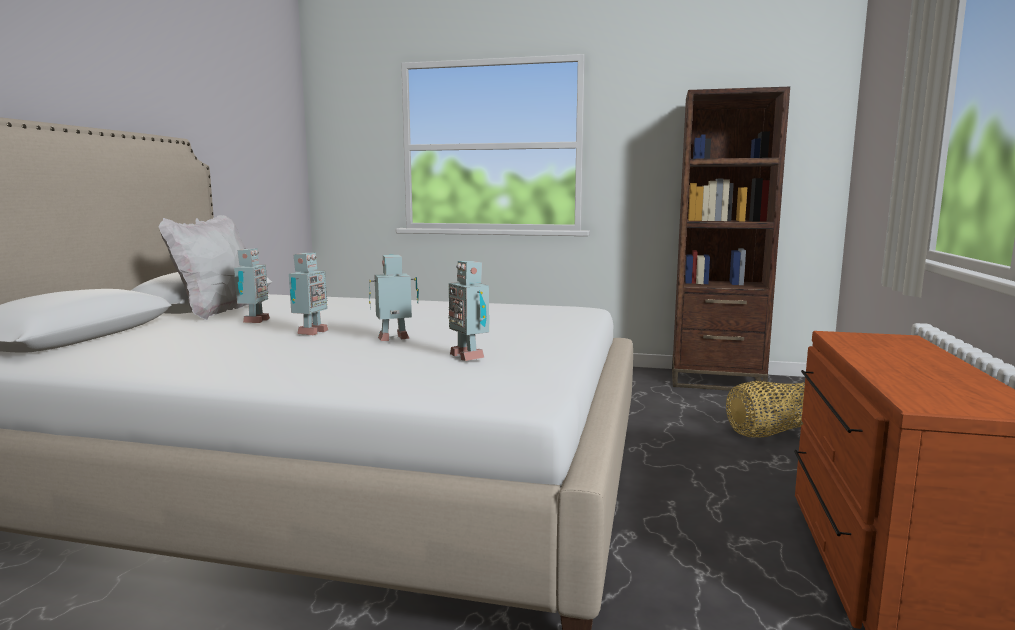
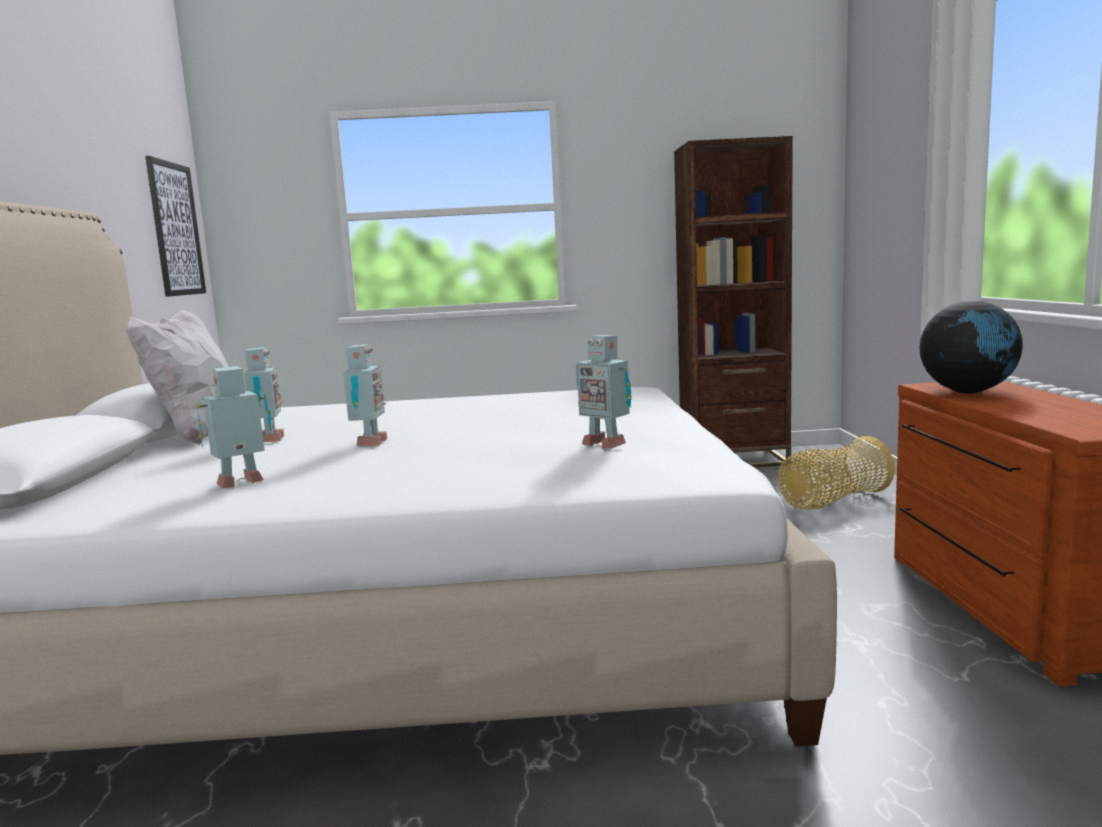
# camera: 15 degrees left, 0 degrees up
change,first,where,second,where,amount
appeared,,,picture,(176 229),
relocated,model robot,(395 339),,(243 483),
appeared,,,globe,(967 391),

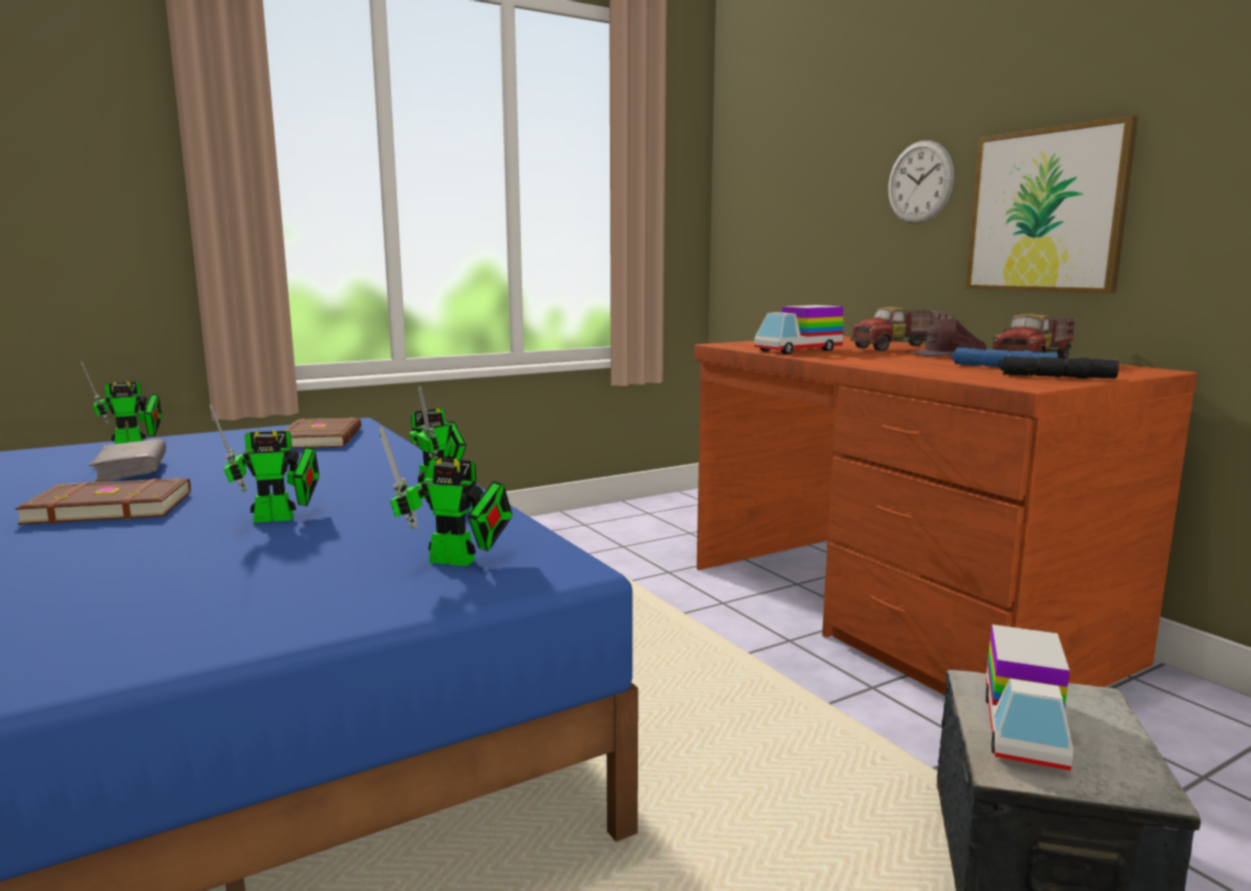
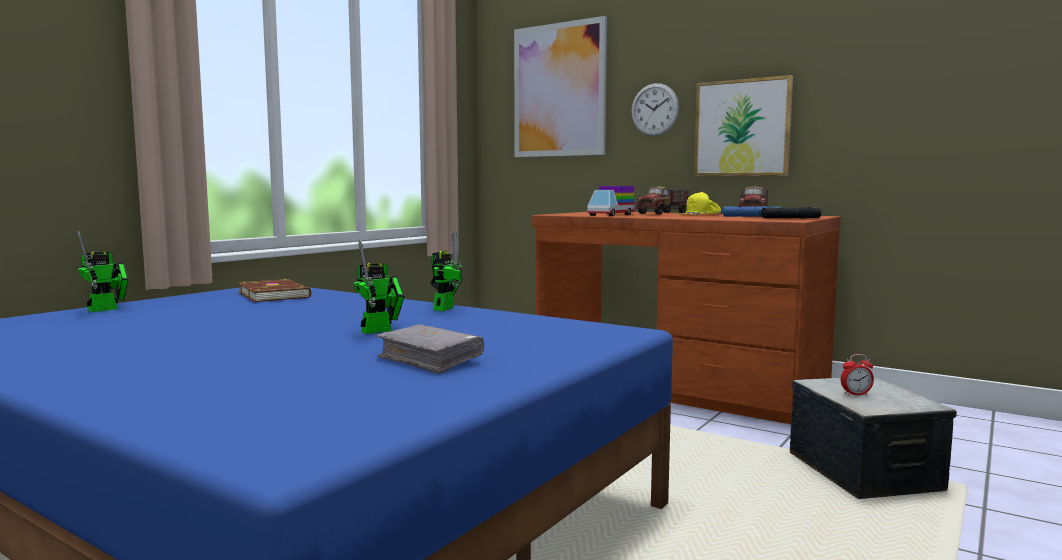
# camera: 25 degrees left, 5 degrees down
change,first,where,second,where,amount
relocated,greyish book,(131 472),,(430 360),
appeared,,,picture,(559 90),
colour,brown-coloured cap,(946 354),yellowish cap,(700 214),
exchanged,toy truck,(1023 728),table clock,(856 394),
missing,brown-coloured book,(110 507),,,
missing,model robot,(459 561),,,

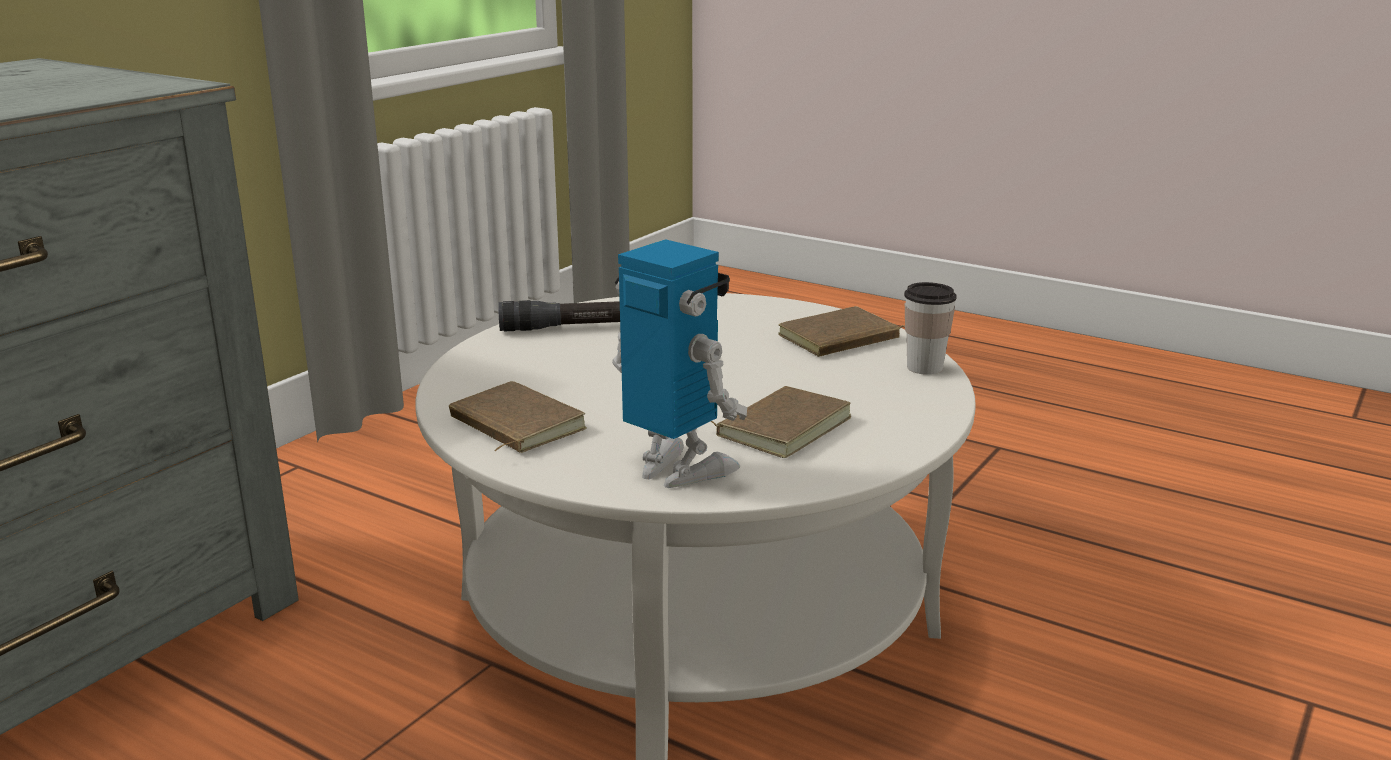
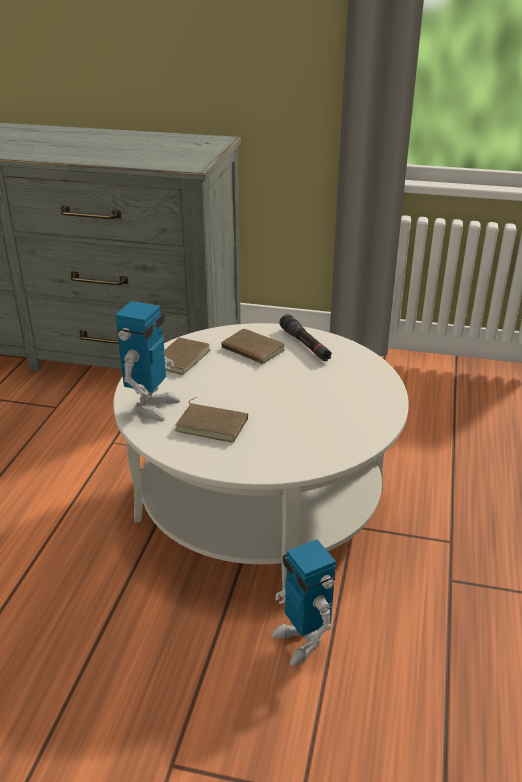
# camera: 70 degrees right, 10 degrees up
change,first,where,second,where,amount
relocated,brown-coloured book,(840 339),,(251 350),
appeared,,,model robot,(301 640),
missing,cup,(924 367),,,

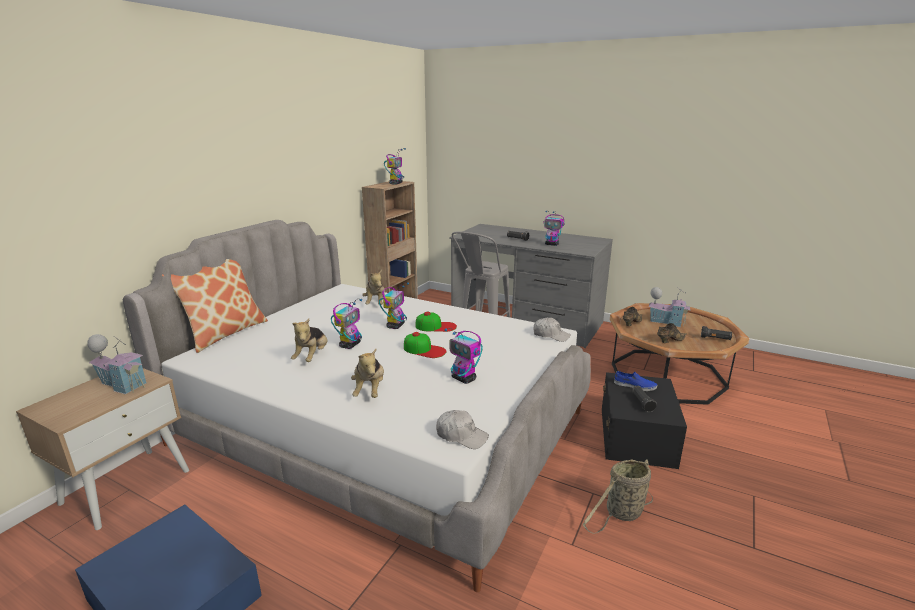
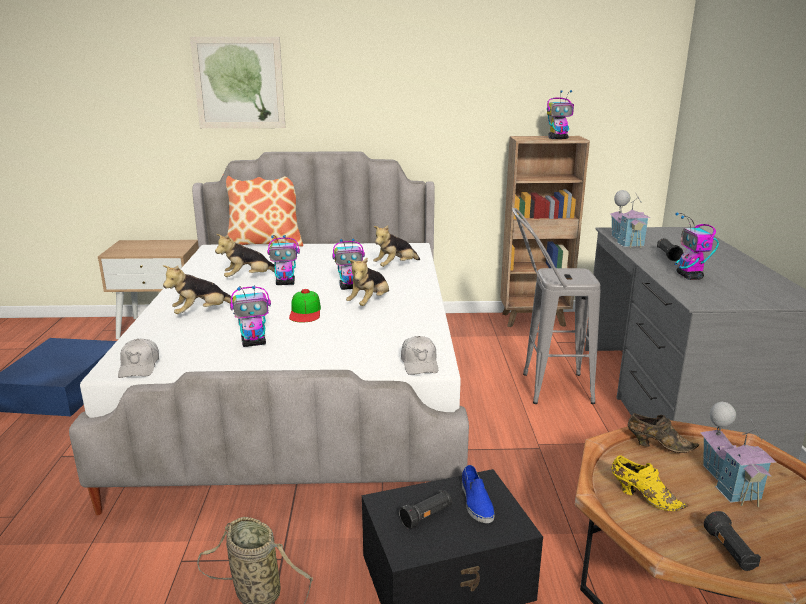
# camera: 60 degrees right, 0 degrees up
change,first,where,second,where,amount
appeared,,,picture,(239 83),
spun,model robot,(464 379),,(254 343),120 degrees counterclockwise
exchanged,cap,(436 326),cuddly toy,(369 303),
relocated,model house,(123 384),,(626 241),
colour,brown-coloured low shoe,(669 340),yellowish low shoe,(643 496),

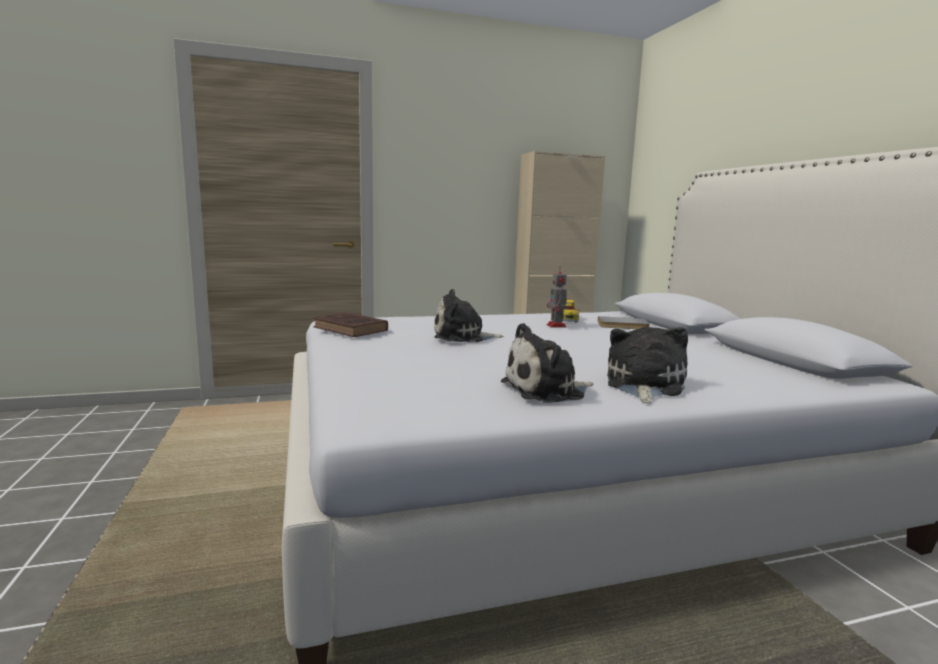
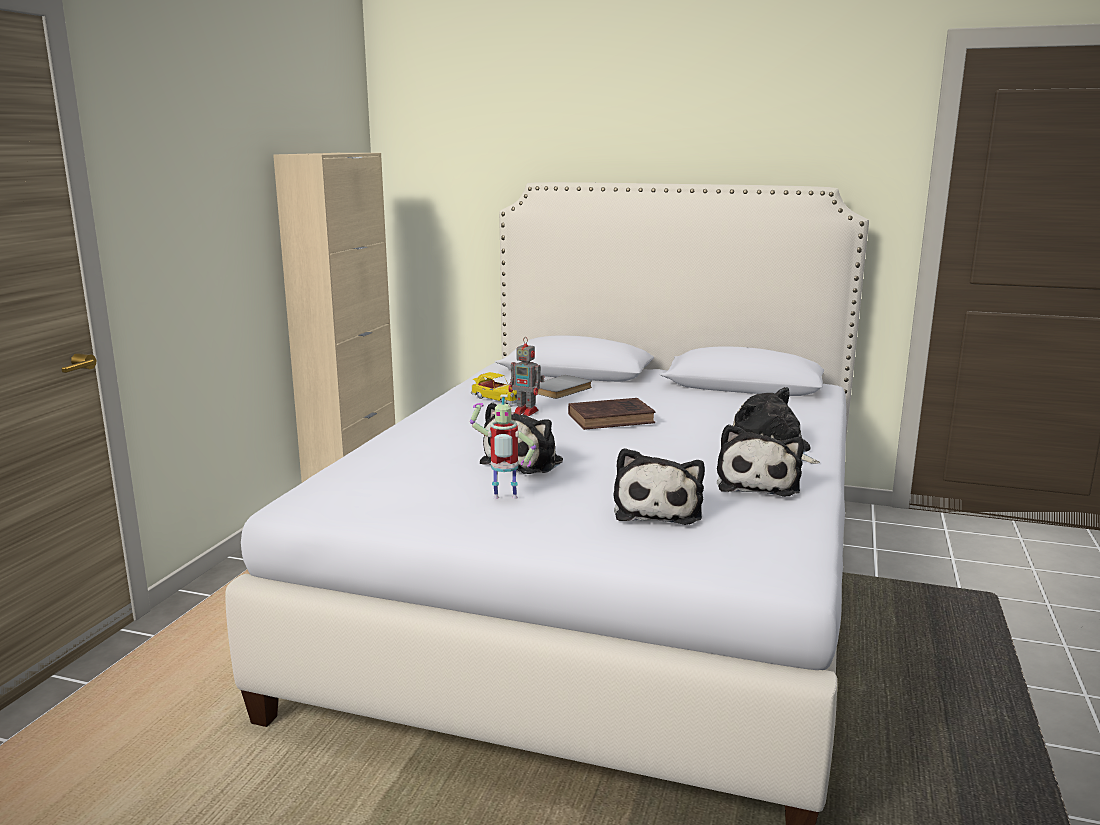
# camera: 55 degrees left, 5 degrees up
change,first,where,second,where,amount
appeared,,,model robot,(504 499),
relocated,brown-coloured book,(352 329),,(613 419),
appeared,,,cuddly toy,(658 510),

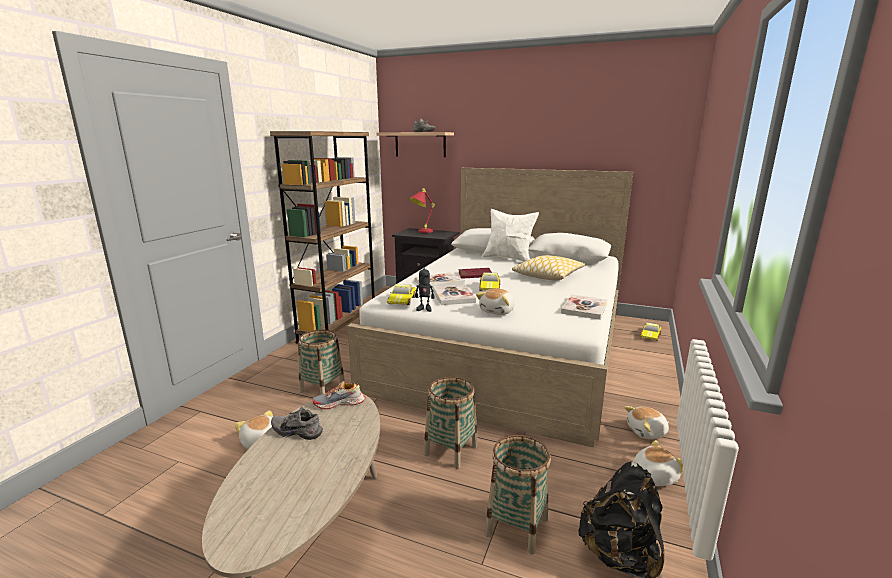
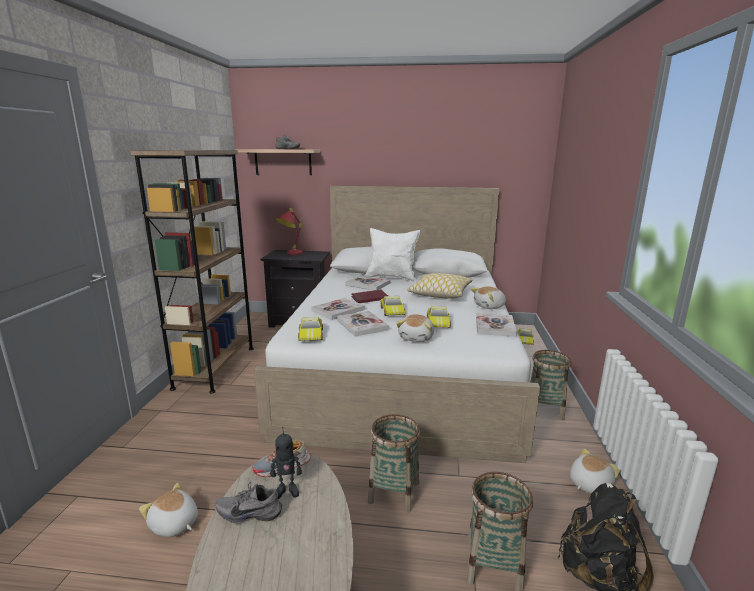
# camera: 15 degrees left, 0 degrees up
change,first,where,second,where,amount
relocated,model robot,(424 309),,(287 490),
appeared,,,book,(367 284),
appeared,,,toy car,(439 322),
relocated,cuddly toy,(647 432),,(490 306),
relocated,basket,(322 389),,(545 409),

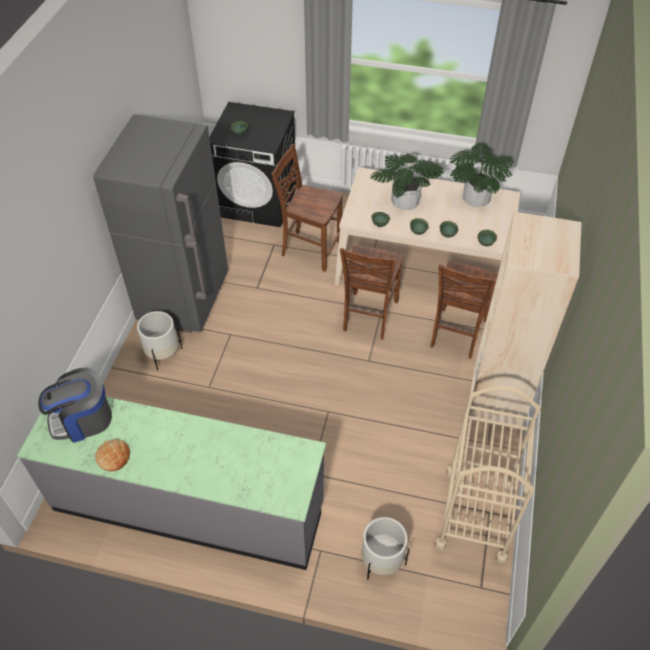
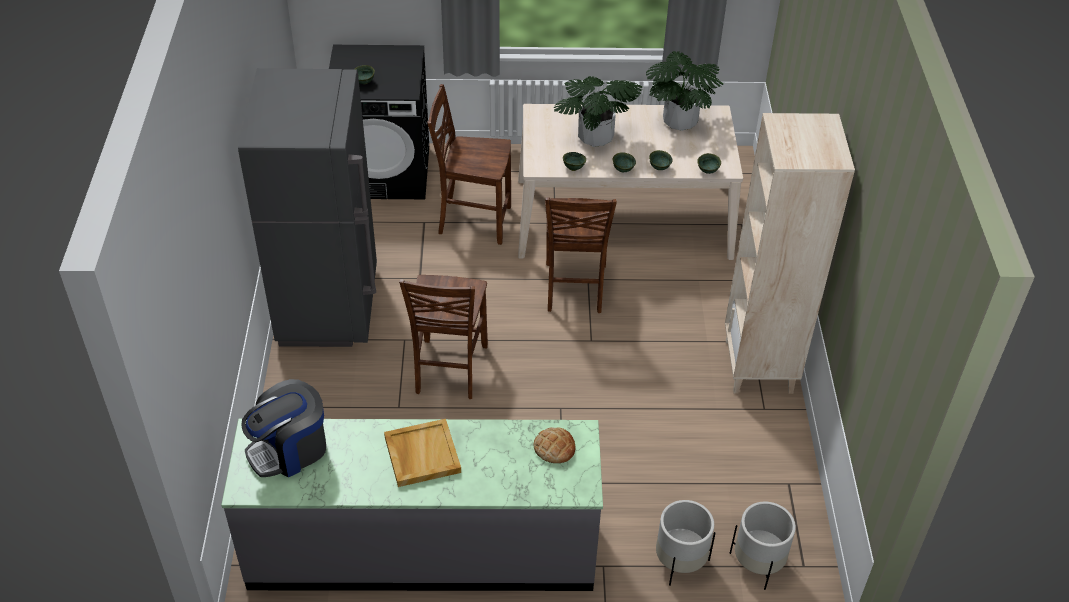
# camera: 15 degrees left, 5 degrees down
change,first,where,second,where,amount
appeared,,,sand-coloured carrying tray,(421 454),
relocated,brown-coloured plain chair,(456 334),,(449 370),
relocated,bread,(113 457),,(554 448),
relocated,whitish planter,(163 354),,(758 563),
missing,sand-coloured trolley,(475 514),,,

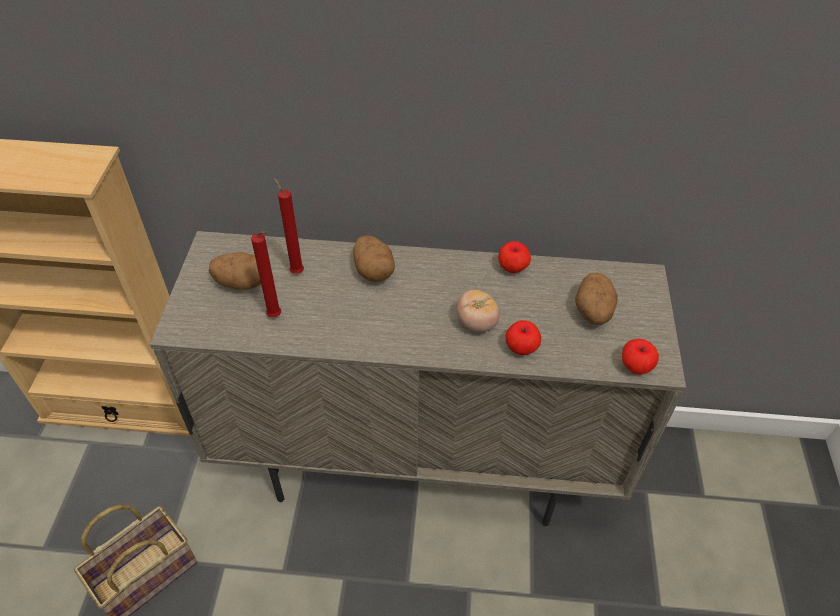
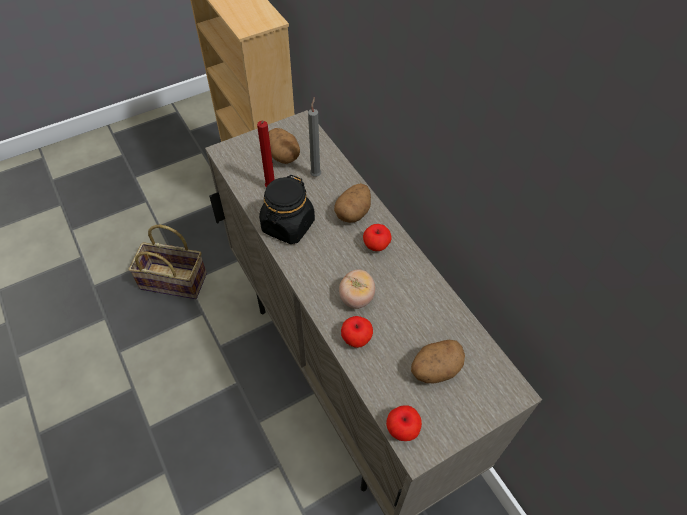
# camera: 55 degrees right, 5 degrees up
change,first,where,second,where,amount
appeared,,,black-coloured jar,(288 226),
colour,reddish candle,(295 271),greyish candle,(316 174),
relocated,apple fruit,(512 268),,(376 246),

